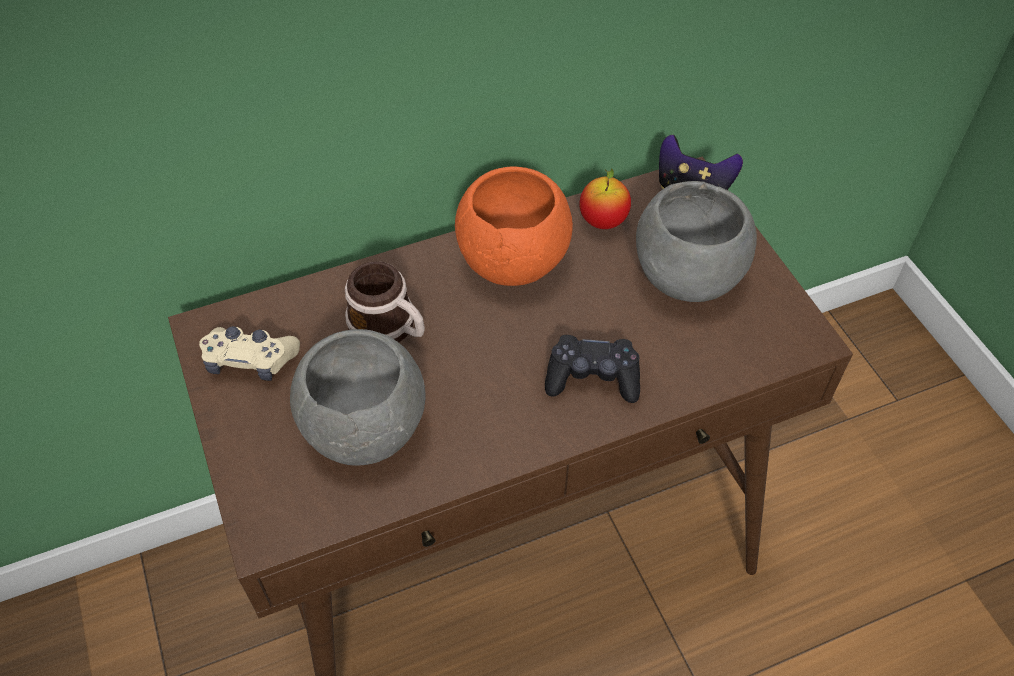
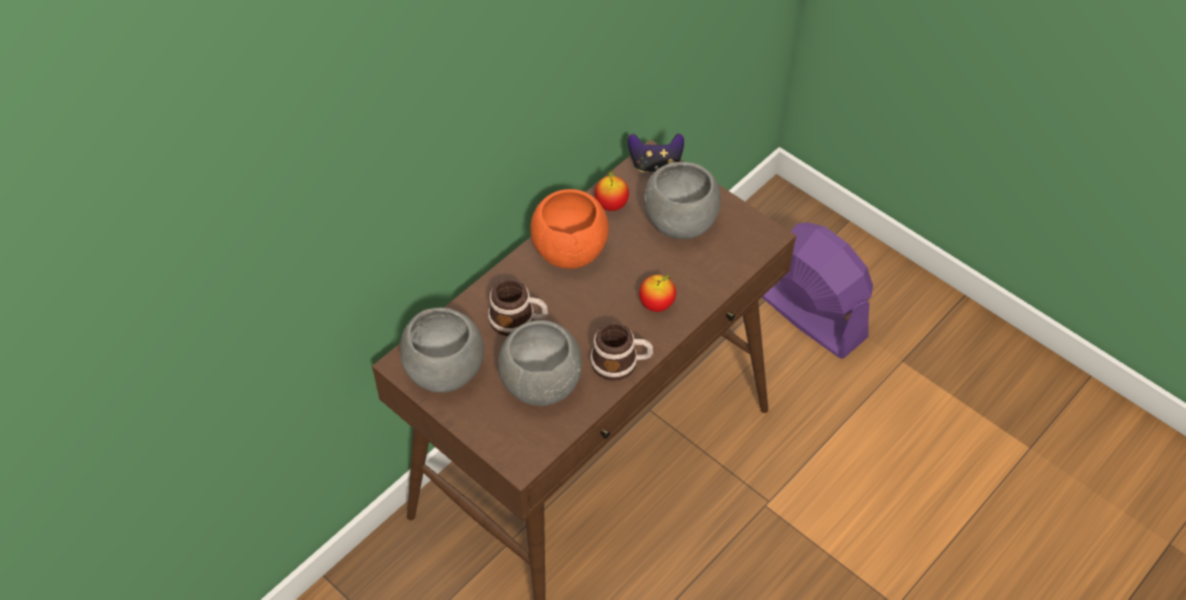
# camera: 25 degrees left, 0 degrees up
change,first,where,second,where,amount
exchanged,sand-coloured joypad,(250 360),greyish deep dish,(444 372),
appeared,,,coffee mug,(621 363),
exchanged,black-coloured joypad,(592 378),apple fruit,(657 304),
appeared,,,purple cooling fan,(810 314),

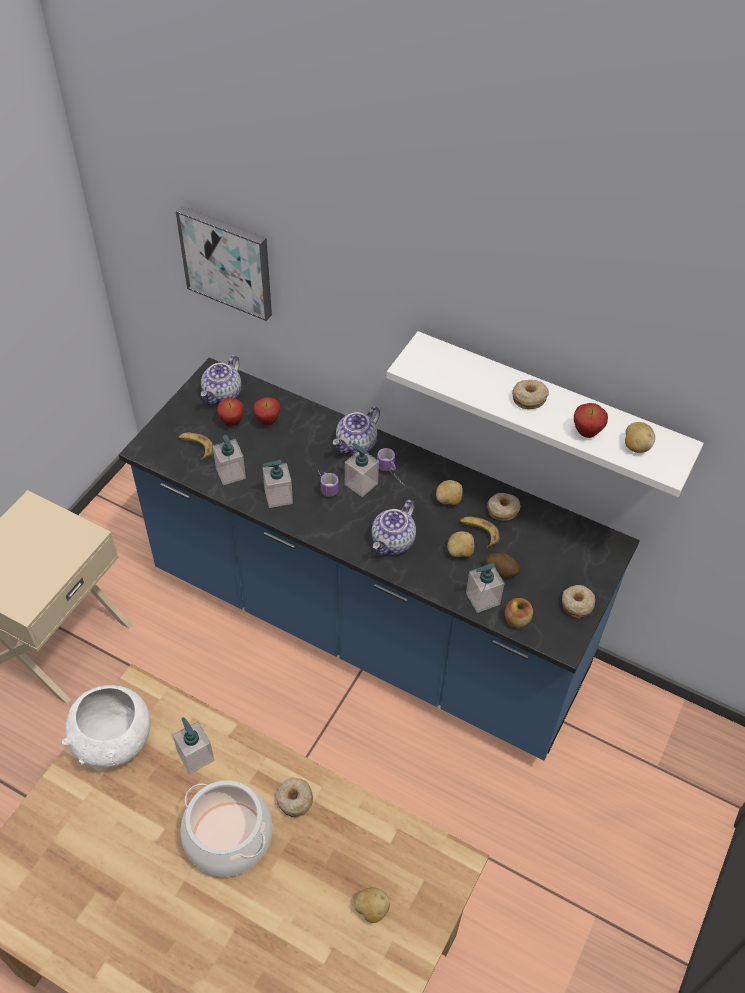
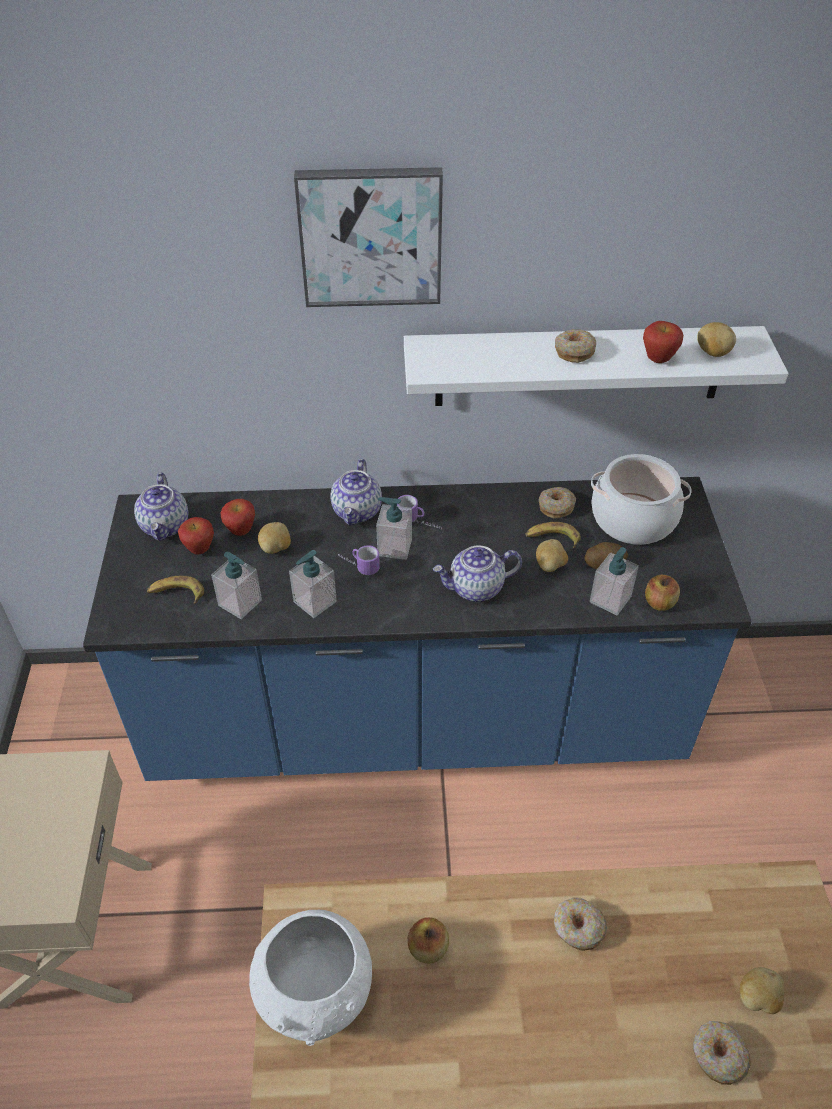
# camera: 30 degrees left, 5 degrees down
change,first,where,second,where,amount
relocated,potato,(448 500),,(276 548),
relocated,picture,(227 261),,(370 236),
exchanged,soap dispenser,(195 756),apple fruit,(428 948),
spun,pot for tea,(393 542),,(476 588),75 degrees clockwise
relocated,saucepot,(229 837),,(633 519),
relocated,ring doughnut,(577 604),,(717 1055),

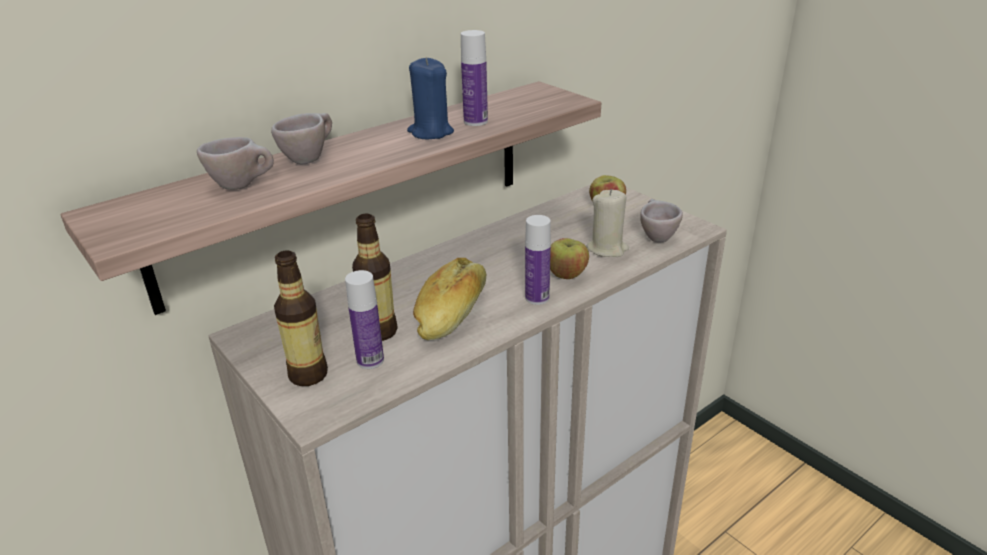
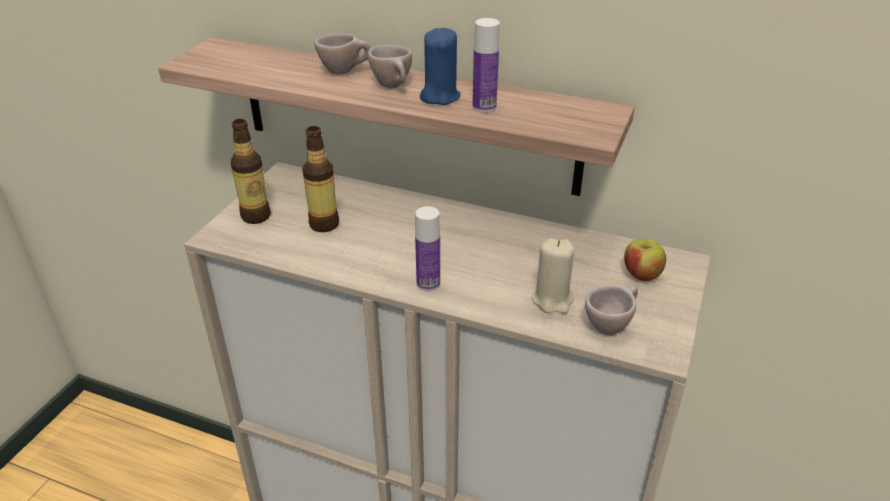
# camera: 60 degrees right, 5 degrees up
change,first,where,second,where,amount
relocated,sand-coloured cup,(243 186),,(394 87),
missing,beverage bottle,(370 360),,,
missing,bread,(452 313),,,
missing,apple fruit,(566 275),,,

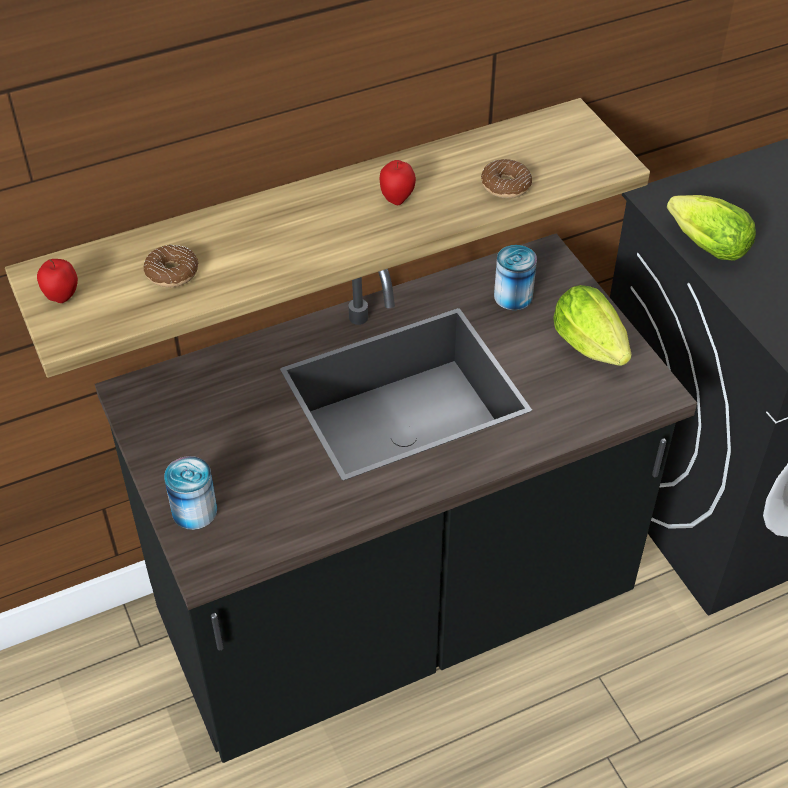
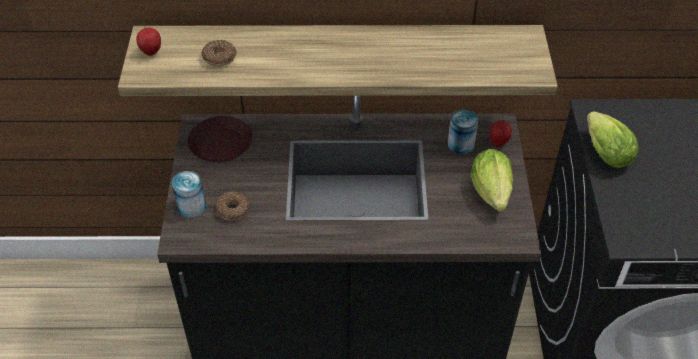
# camera: 25 degrees right, 0 degrees up
change,first,where,second,where,amount
appeared,,,brown-coloured dinner plate,(221 144),
relocated,ring doughnut,(505 186),,(233 210),
relocated,apple fruit,(397 199),,(498 142),

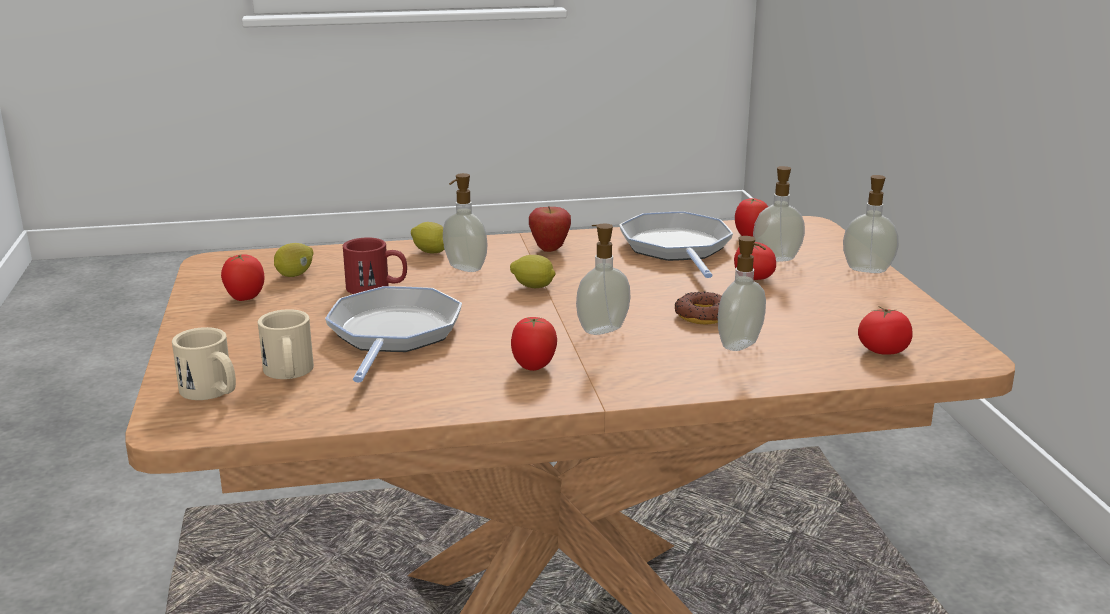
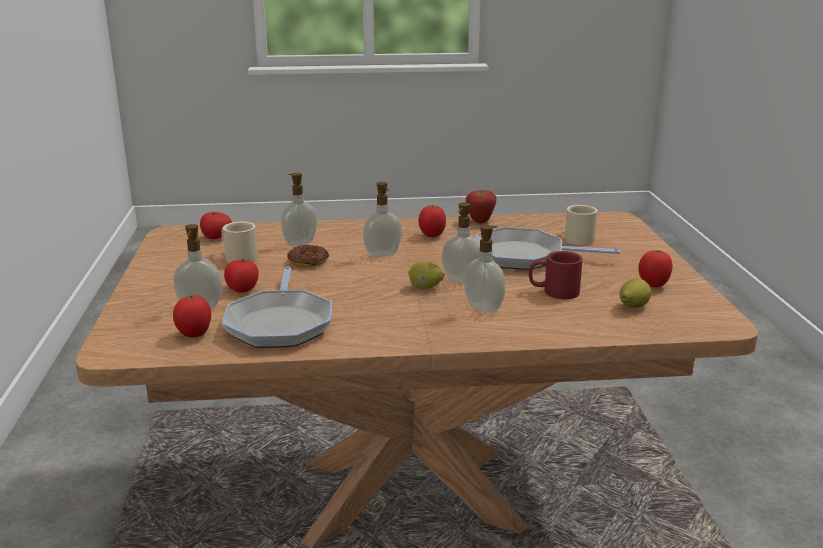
# camera: 175 degrees left, 0 degrees up
change,first,where,second,where,amount
relocated,sand-coloured coffee mug,(212 392),,(237 257),
relocated,soap dispenser,(867 269),,(462 281),
relocated,apple fruit,(549 250),,(480 222),
spun,pan,(393 334),,(524 256),90 degrees clockwise
missing,lemon,(430 252),,,

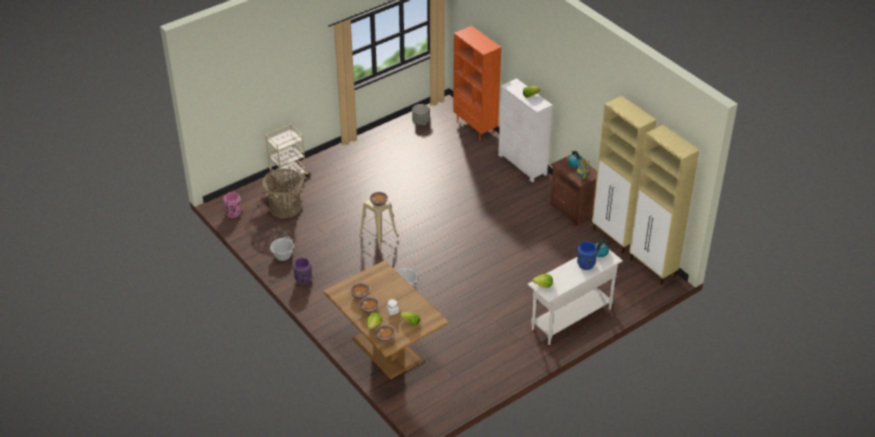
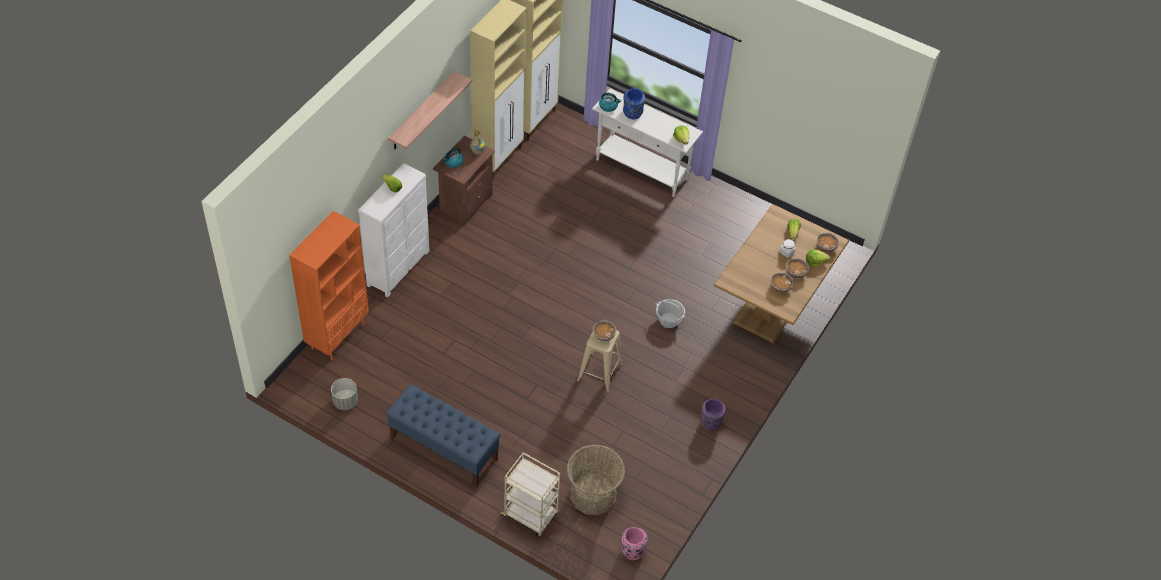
# camera: 115 degrees left, 10 degrees up
change,first,where,second,where,amount
appeared,,,blue long seat,(443 448),
appeared,,,wall shelf,(422 112),
missing,basket,(283 255),,,

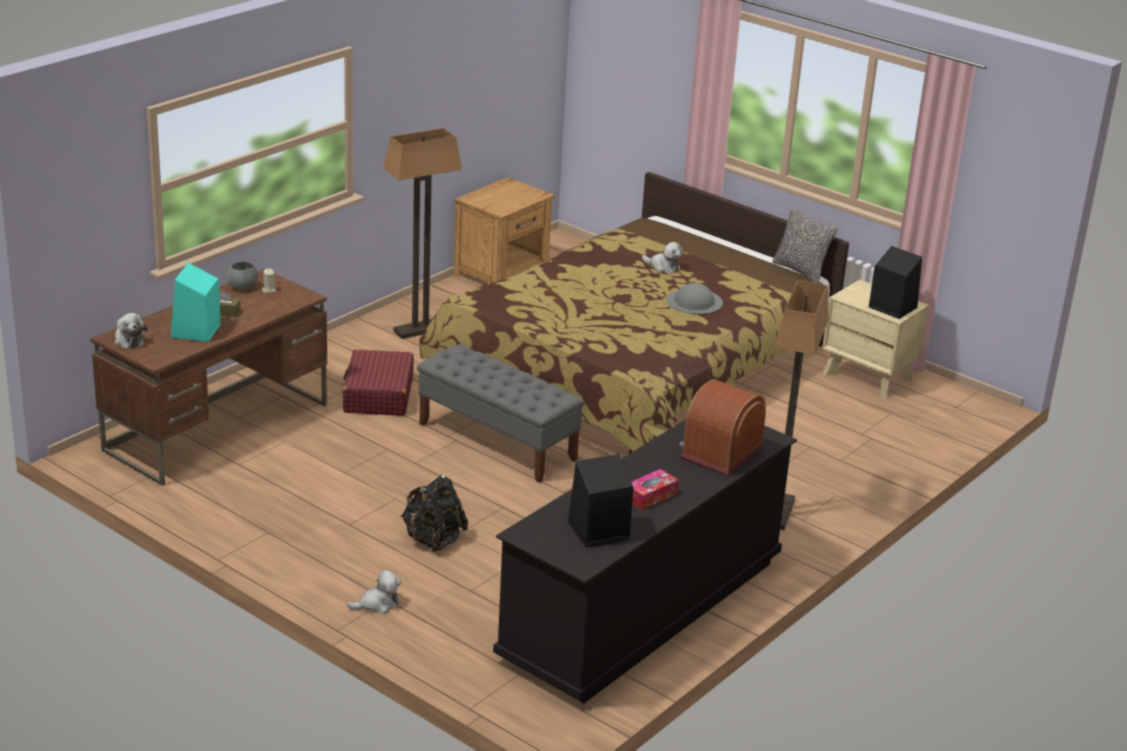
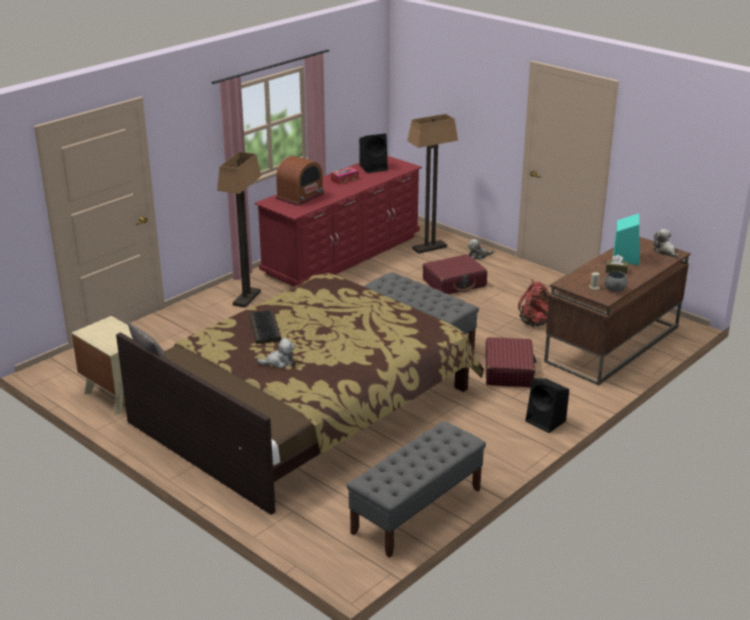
# camera: 175 degrees left, 0 degrees up
change,first,where,second,where,amount
exchanged,greyish hat,(694 301),keyboard,(265 328),
colour,black-coloured chest of drawers,(642 609),reddish chest of drawers,(342 255),
spun,cuddly toy,(663 267),,(279 362),135 degrees clockwise
exchanged,brown-coloured bedside table,(502 272),greyish long seat,(416 511),
relocated,standing lamp,(420 330),,(429 248),
exchanged,black-coloured knapsack,(433 539),reddish travel case,(454 283),
appeared,,,reddish knapsack,(535 322),
relocated,black-coloured loudspeaker,(891 307),,(546 421),

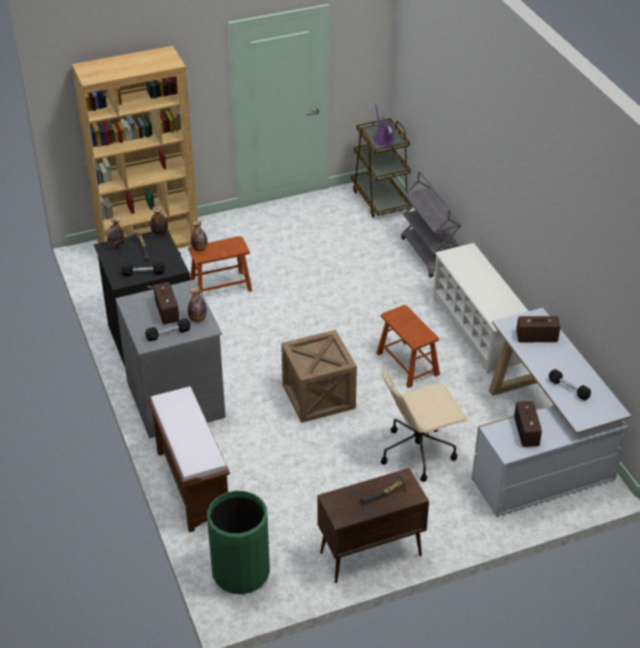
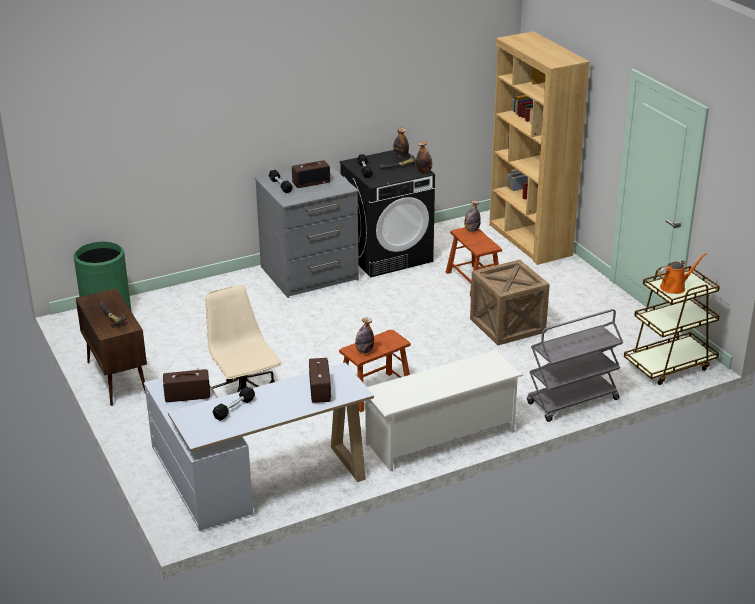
# camera: 85 degrees right, 10 degrees down
change,first,where,second,where,amount
relocated,beverage bottle,(197 319),,(364 351),
relocated,packing crate,(318 396),,(507 325),
colour,purple watering pot,(383 139),orange watering pot,(675 287),
missing,brown-coloured long seat,(191 484),,,

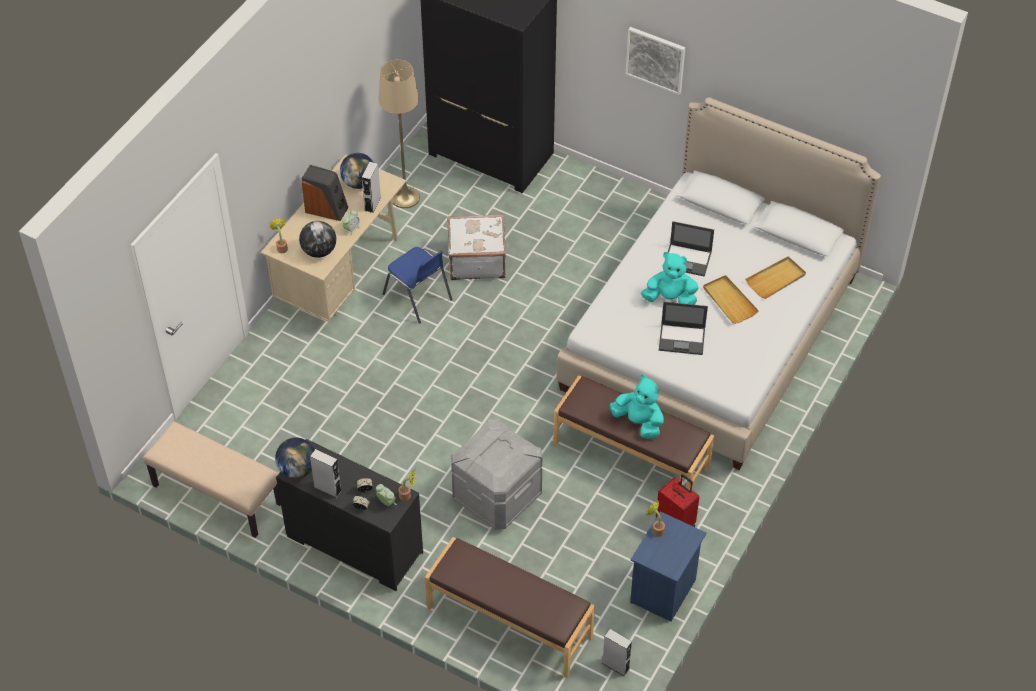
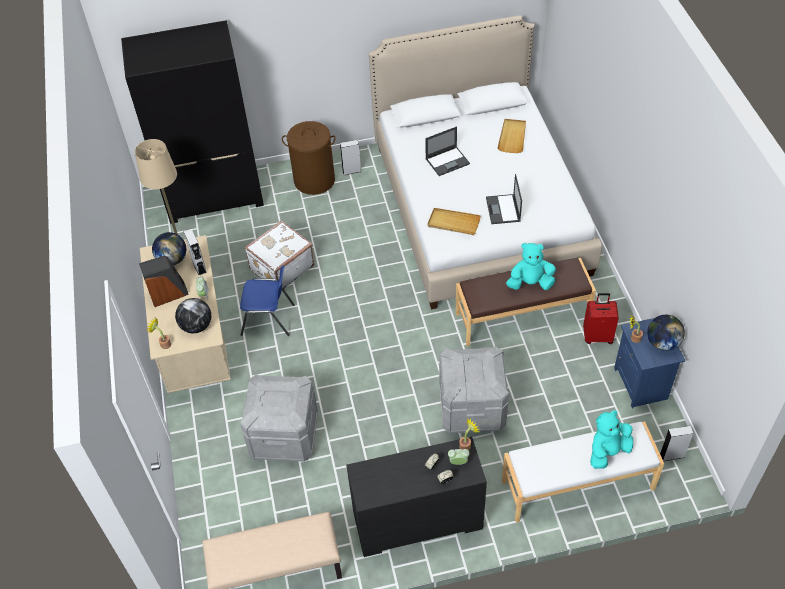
# camera: 40 degrees left, 0 degrees up
change,first,where,second,where,amount
appeared,,,greyish storage box,(284 436),
appeared,,,brown-coloured washing basket,(314 180),
relocated,greyish loudspeaker,(328 489),,(351 171),
relocated,sand-coloured carrying tray,(729 301),,(453 223),
spun,laptop,(682 339),,(503 210),120 degrees clockwise
colour,brown-coloured long seat,(509 623),whitish long seat,(578 485),
relocated,blue-green cuddly toy,(670 298),,(607 451),
relocated,globe,(297 469),,(662 343),
missing,picture,(655 59),,,

